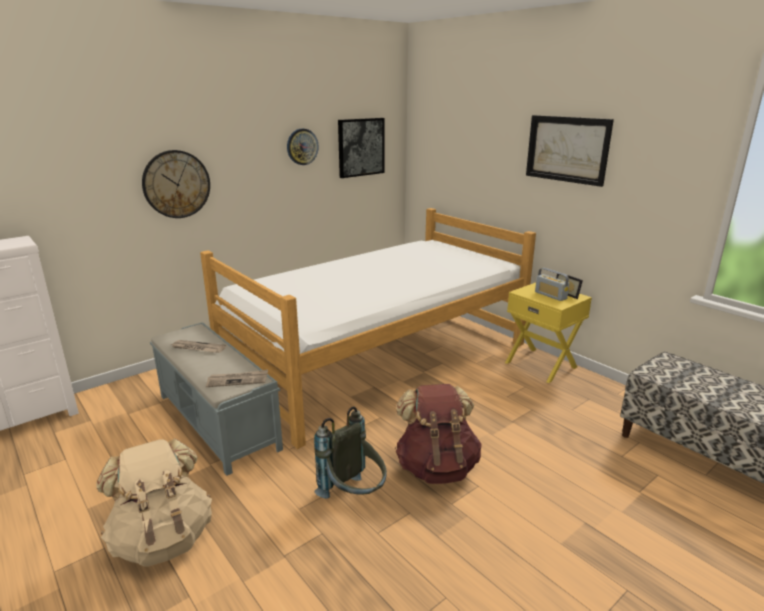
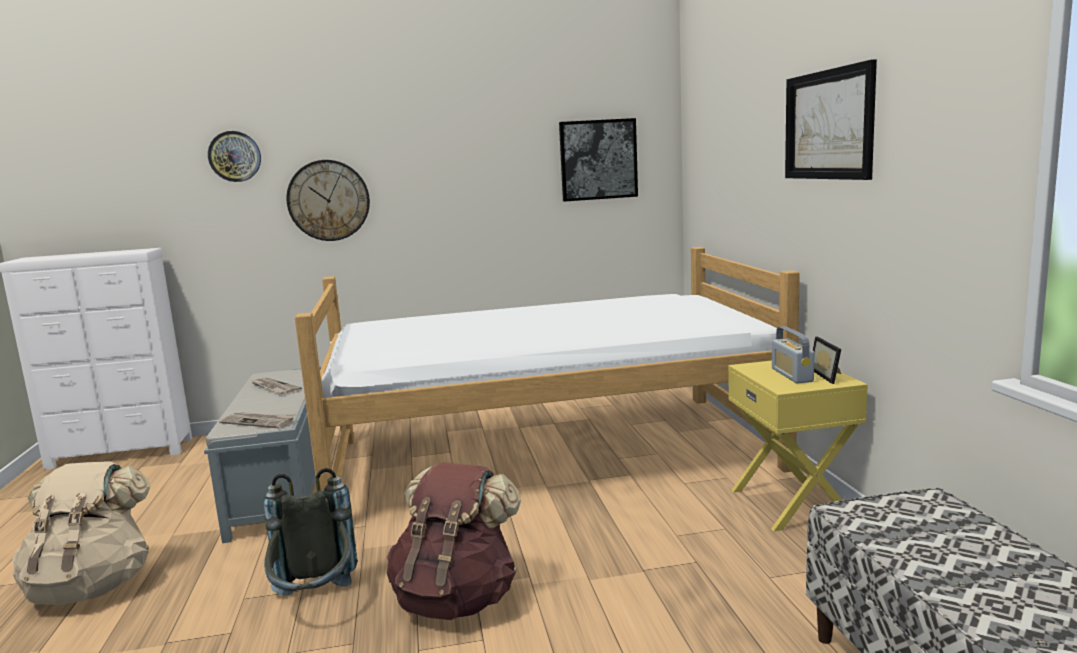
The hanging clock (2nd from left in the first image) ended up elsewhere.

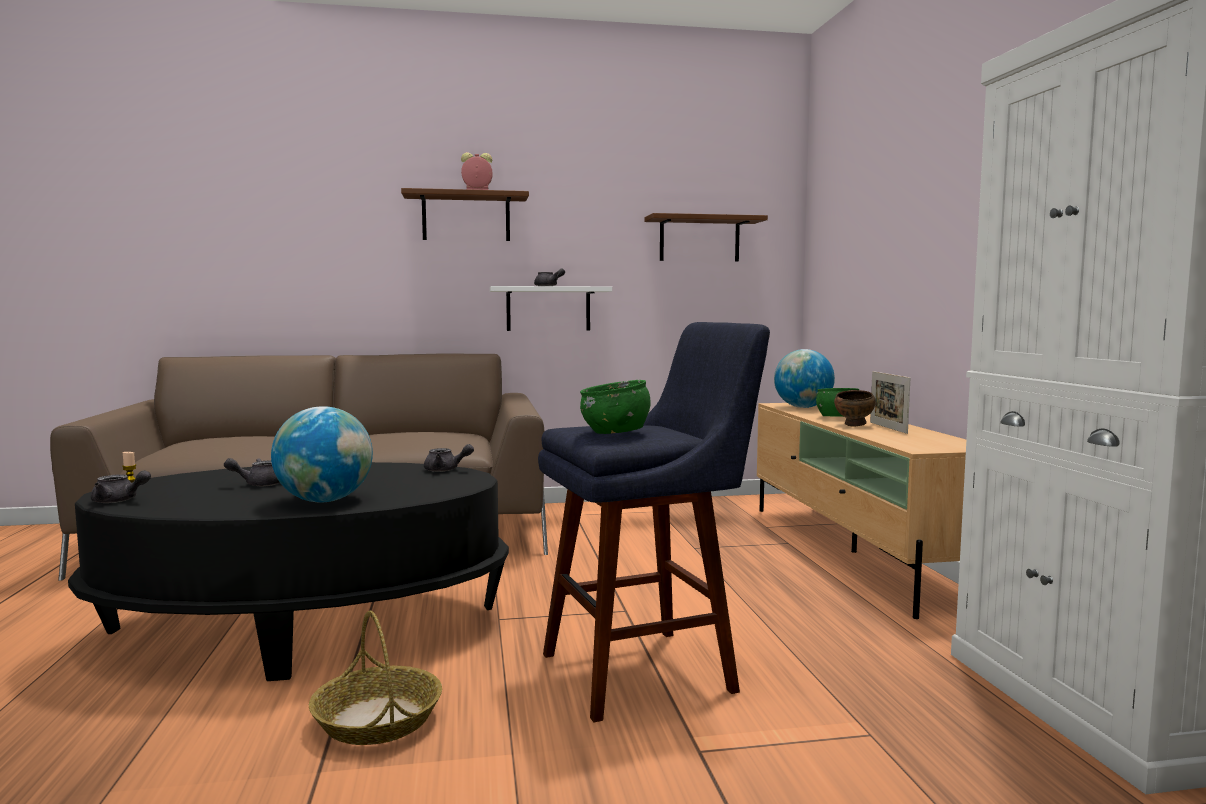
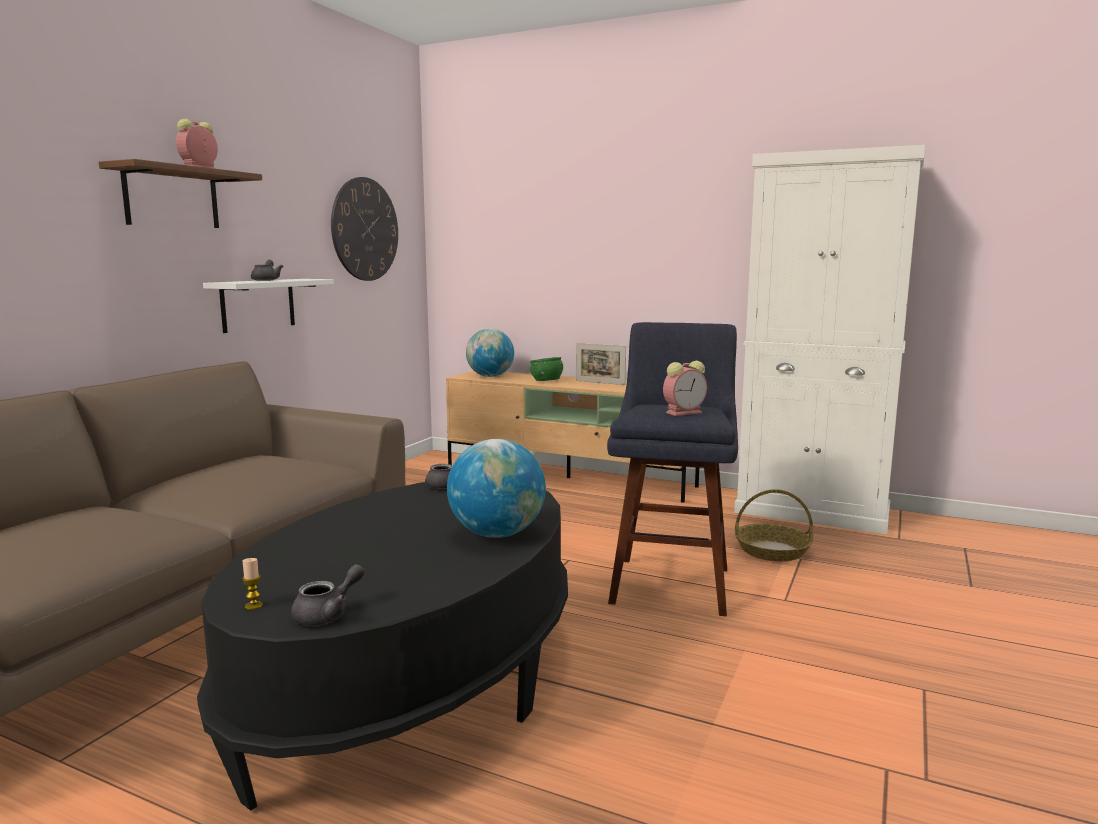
The second view lost the pot for tea in gray (2nd from left). The basket ended up elsewhere. Where the deep dish in green-coloured (1st from left) stood, the alarm clock (2nd from left) came to stand. Where the bracket shelf in brown-coloured (2nd from left) hung, the hanging clock came to hang. The second view lost the deep dish in brown-coloured.

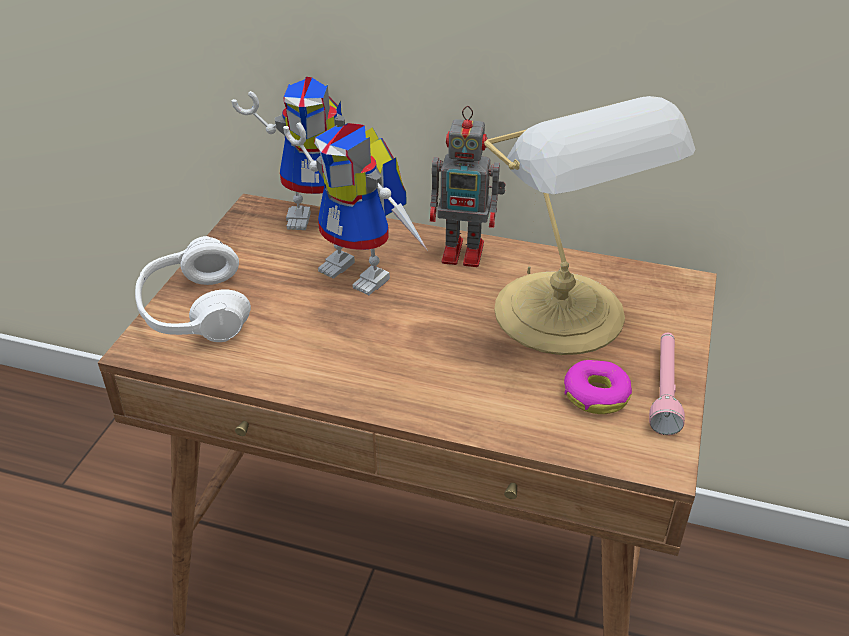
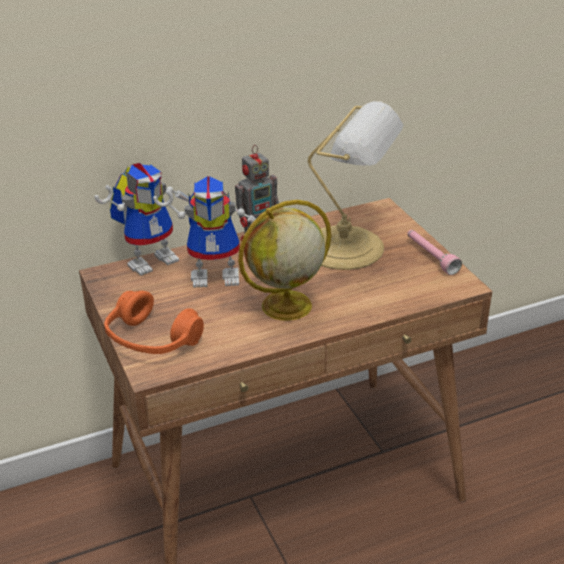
What was the headphones in white-coloured turned into the headphones in orange. The second view lost the donut. The second view gained the world globe.

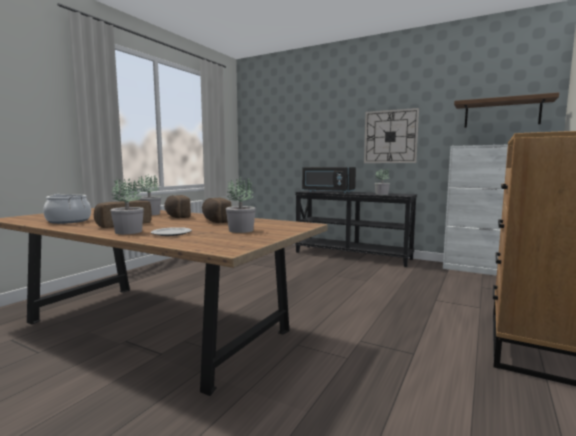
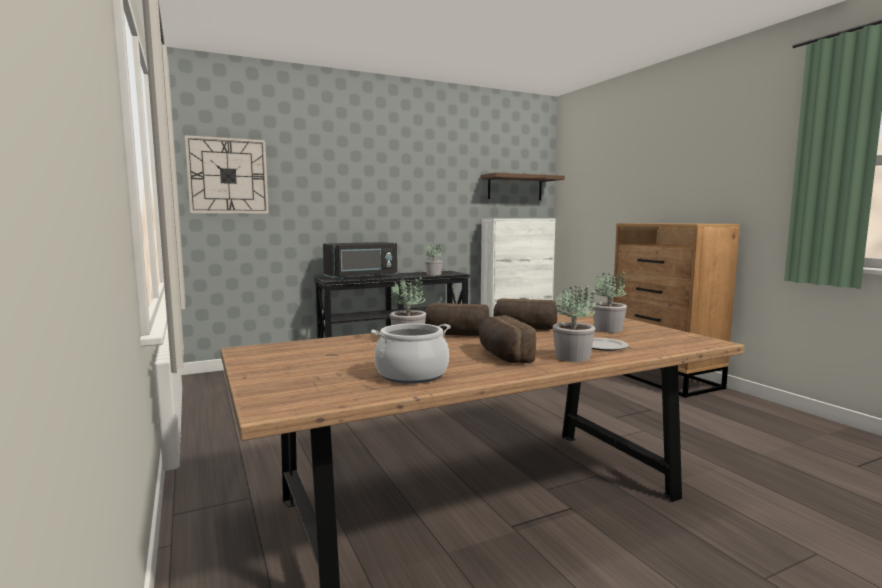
The hanging clock ended up elsewhere.

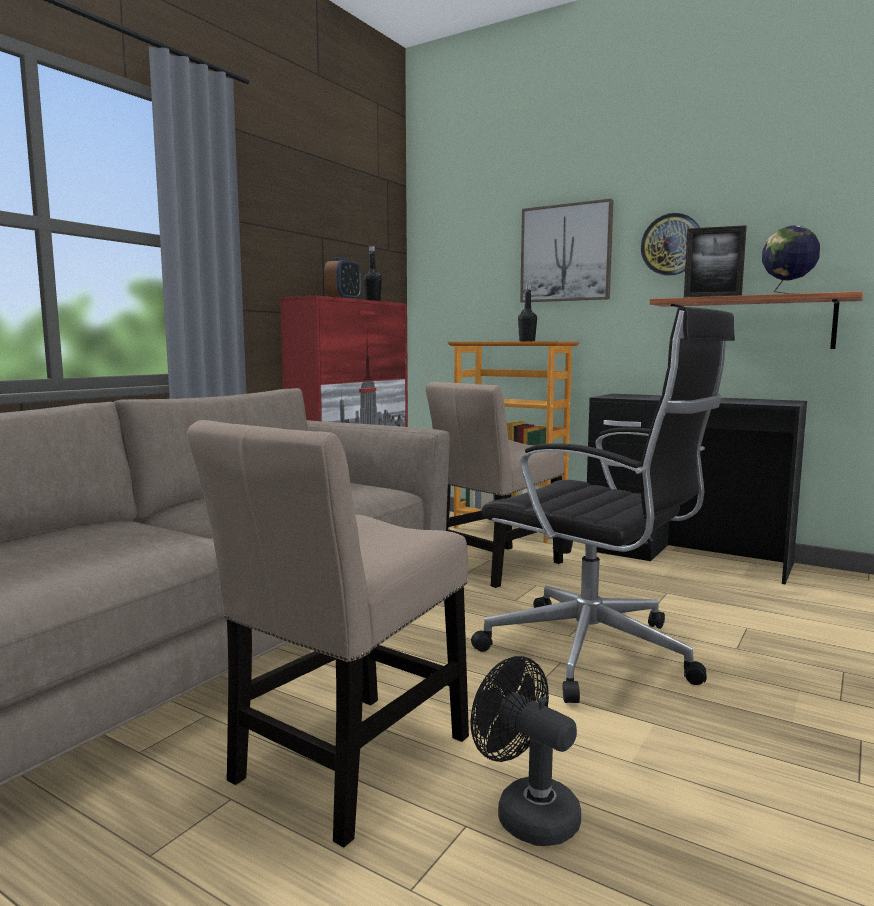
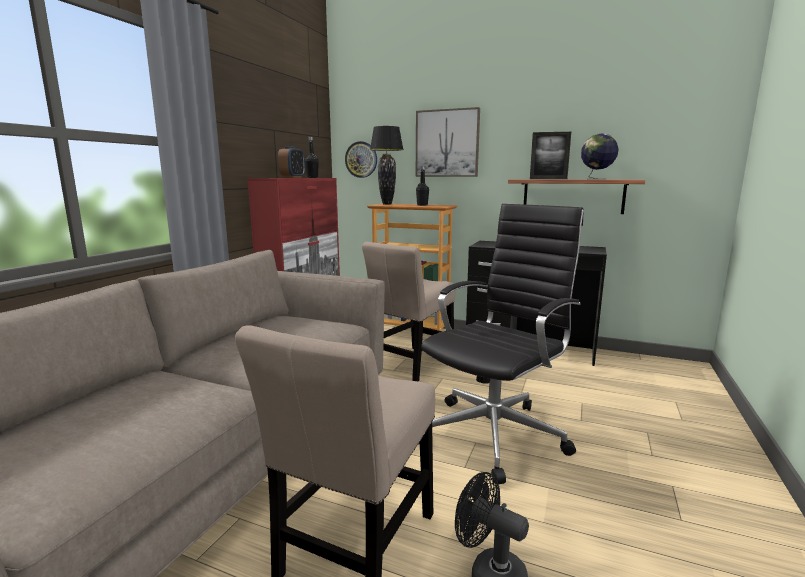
The office chair in black ended up facing another way, 75 degrees counterclockwise from before. The hanging clock ended up elsewhere. The second view gained the table lamp in black.

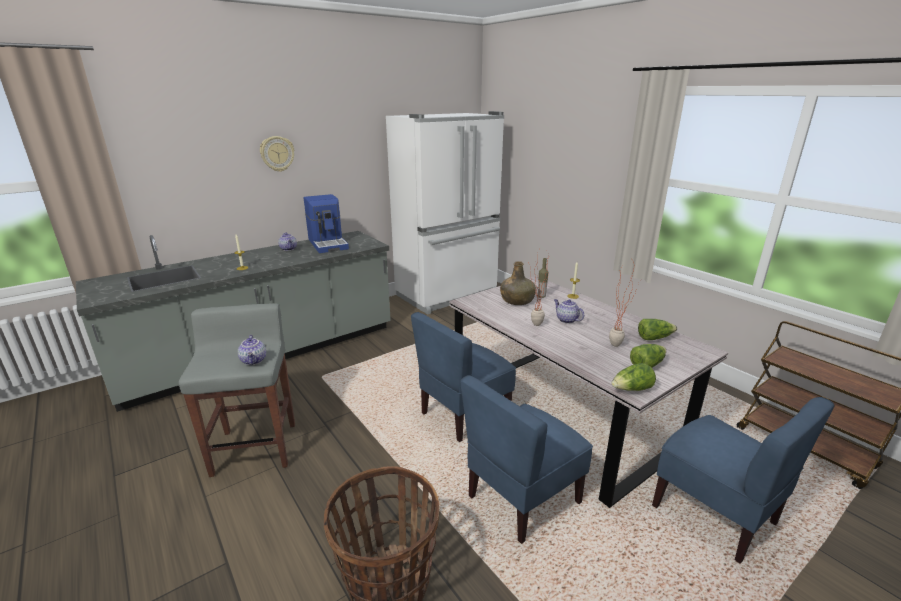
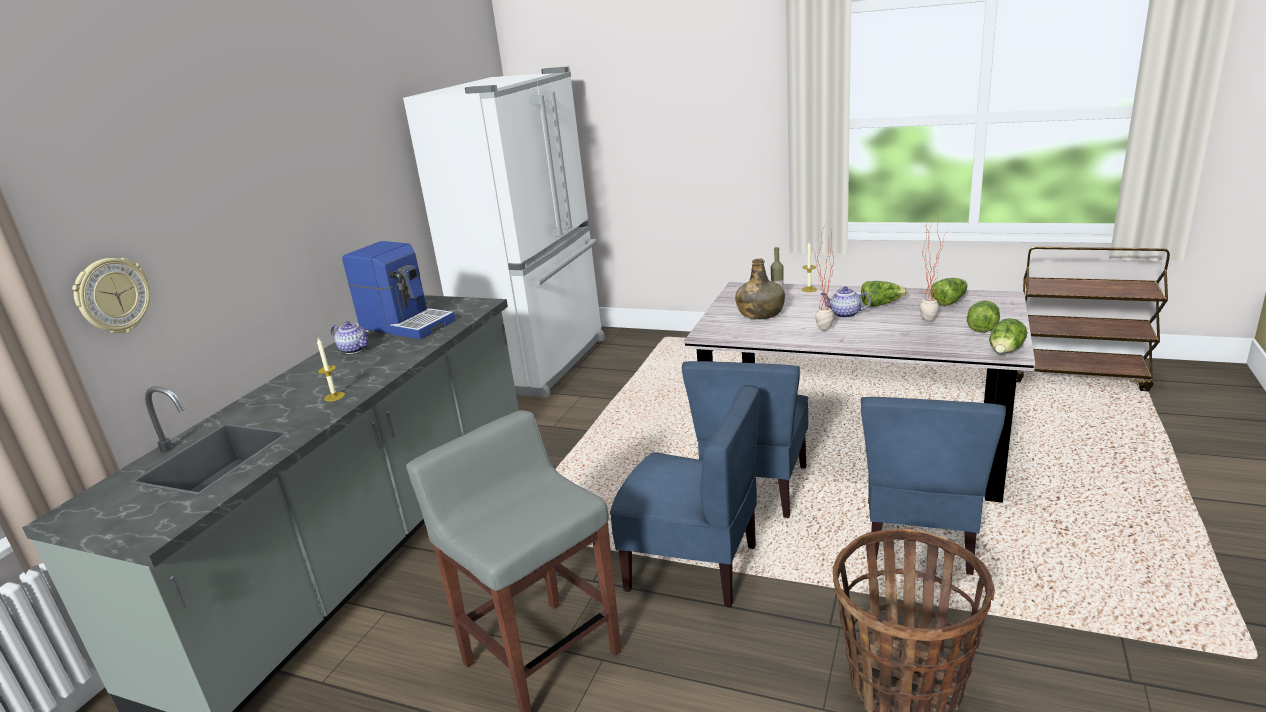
The second view lost the pot for tea (1st from left). The hanging clock ended up elsewhere. The upright chair in blue-coloured (3rd from left in the first image) ended up elsewhere. The second view gained the lettuce (1st from left).

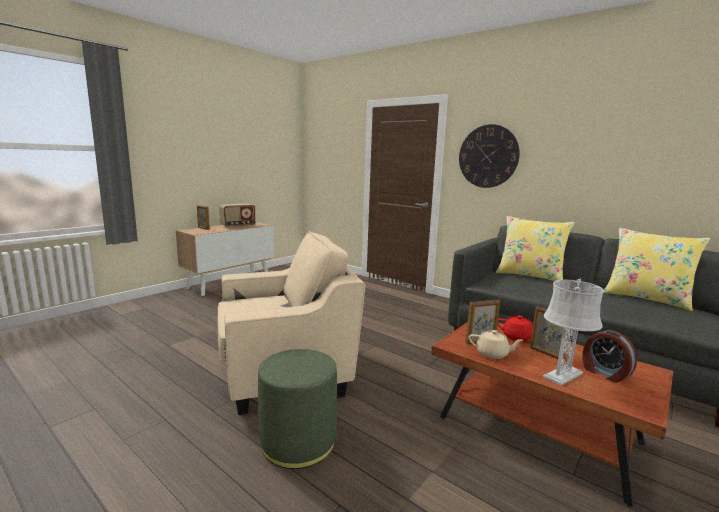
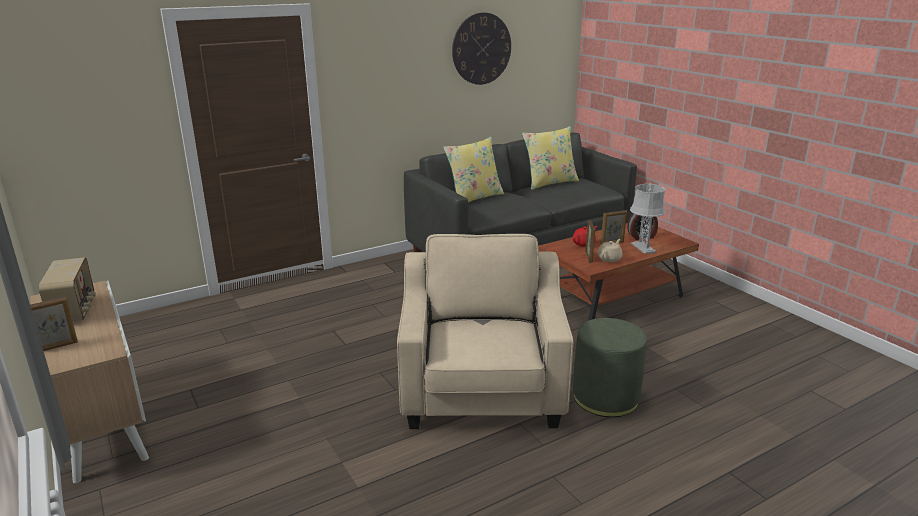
The hanging clock ended up elsewhere.

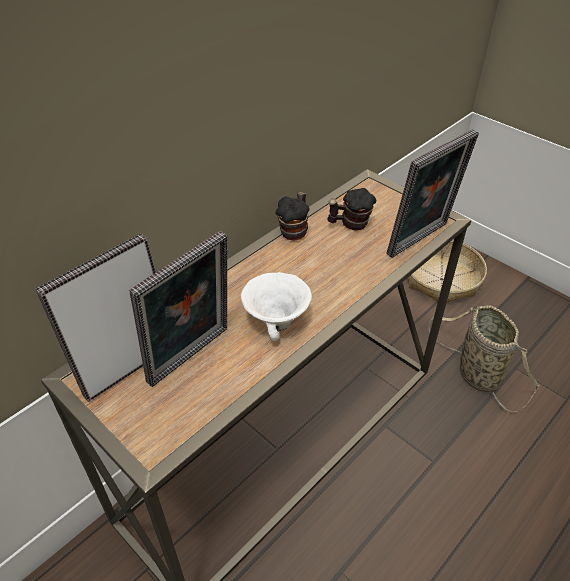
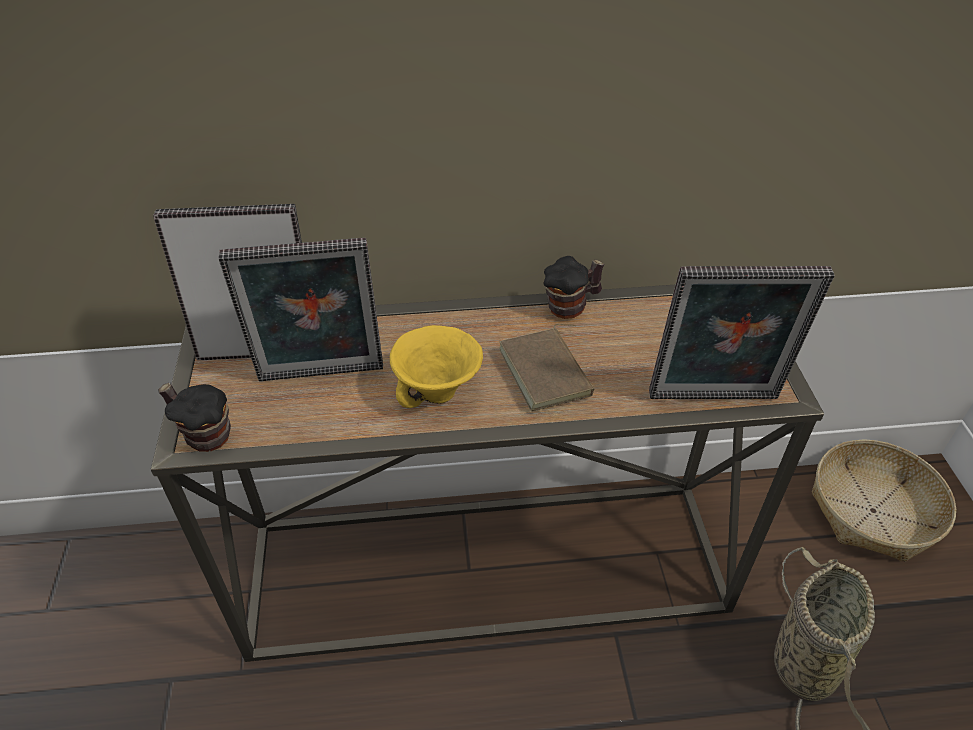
What was the deep dish in white-coloured turned into the deep dish in yellow-coloured. The mug (2nd from left in the first image) ended up elsewhere. The second view gained the volume in brown-coloured.

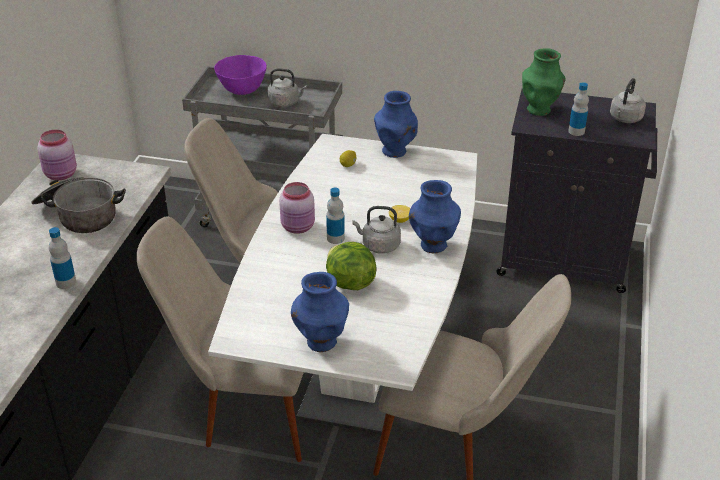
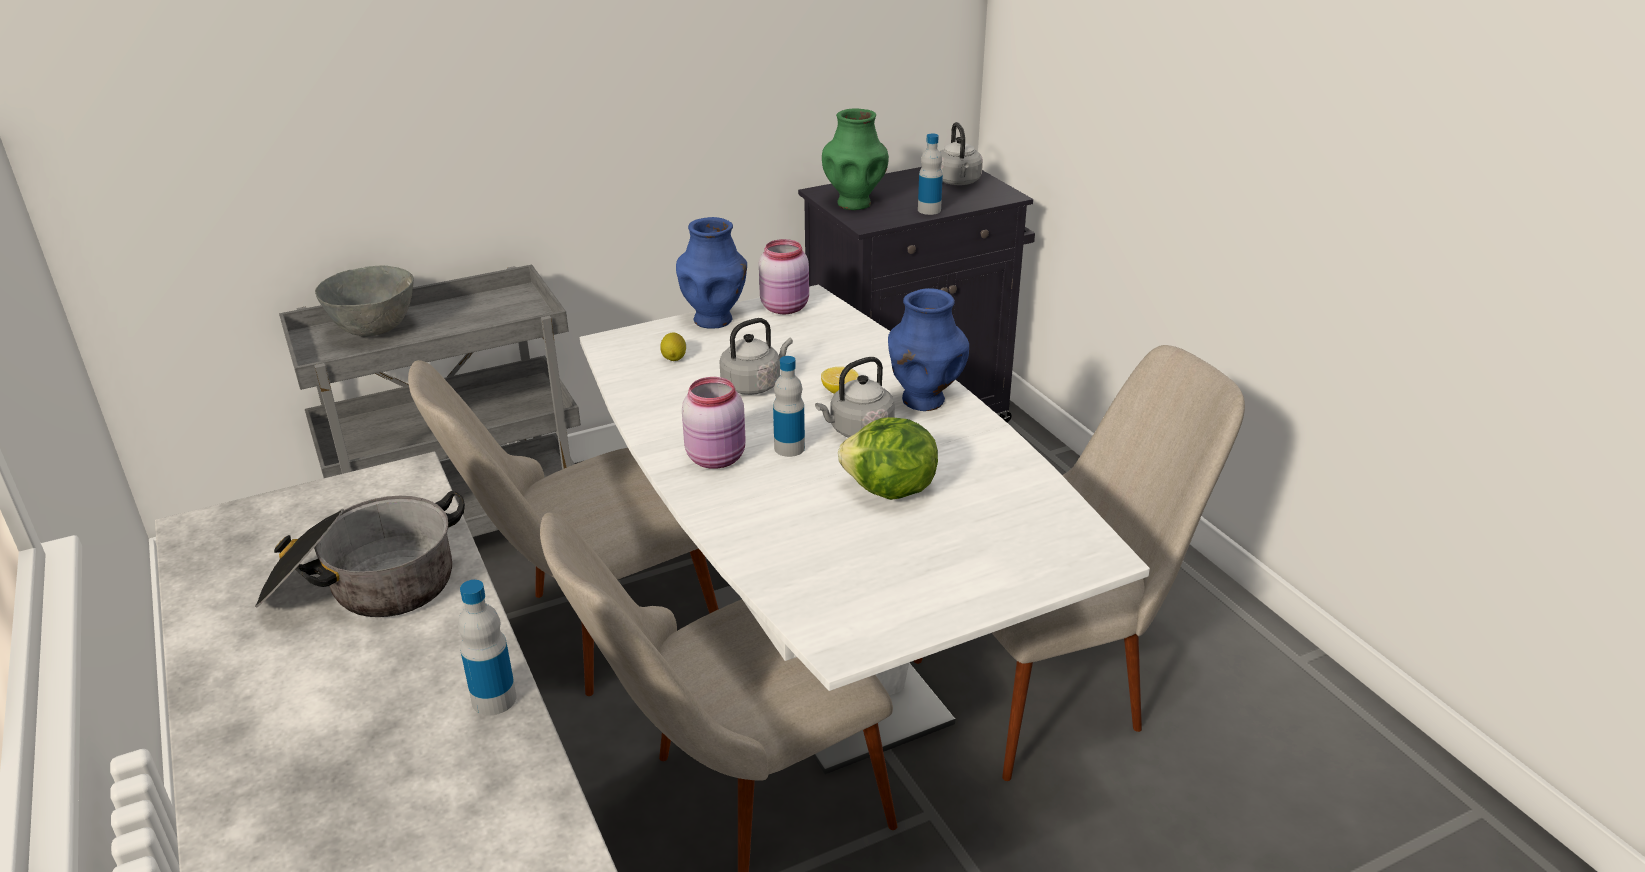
The storage jar in pink (1st from left in the first image) ended up elsewhere. What was the deep dish in purple turned into the deep dish in gray. The water kettle in gray (1st from left) ended up elsewhere. The second view lost the vase in blue-coloured (1st from left).

